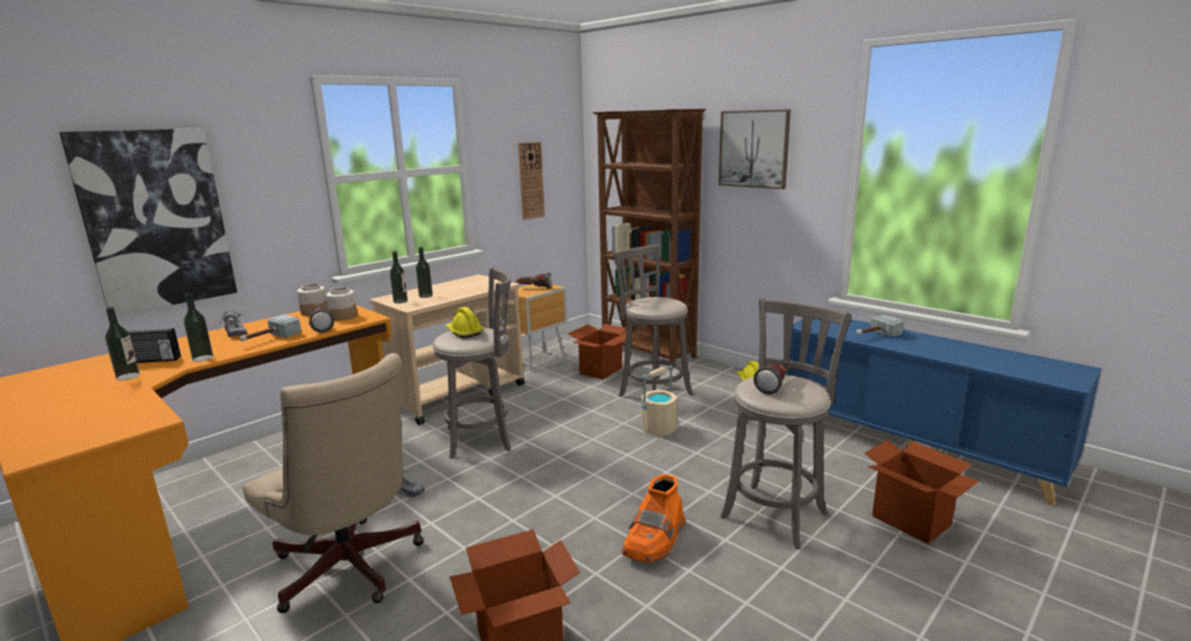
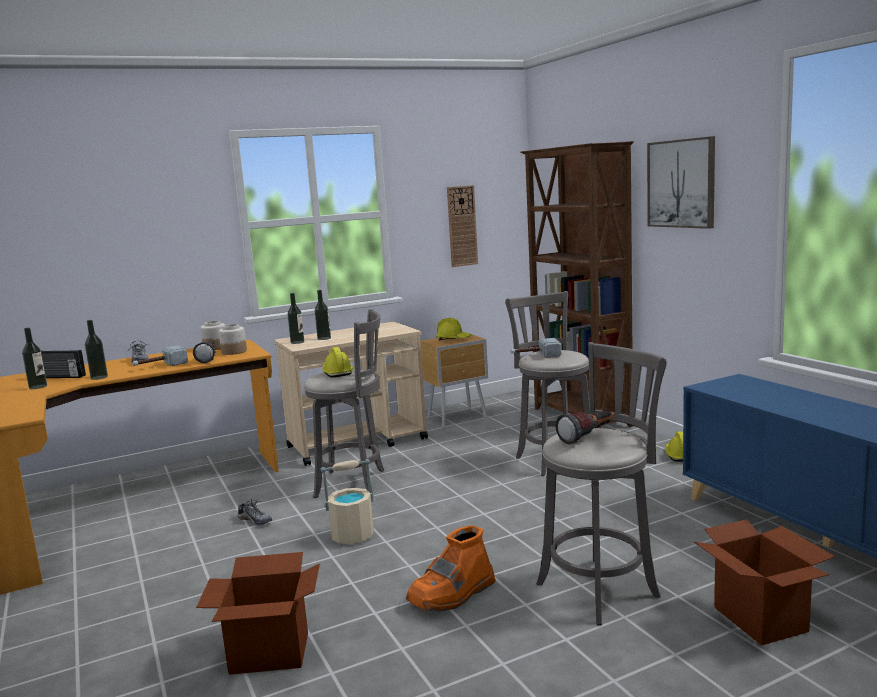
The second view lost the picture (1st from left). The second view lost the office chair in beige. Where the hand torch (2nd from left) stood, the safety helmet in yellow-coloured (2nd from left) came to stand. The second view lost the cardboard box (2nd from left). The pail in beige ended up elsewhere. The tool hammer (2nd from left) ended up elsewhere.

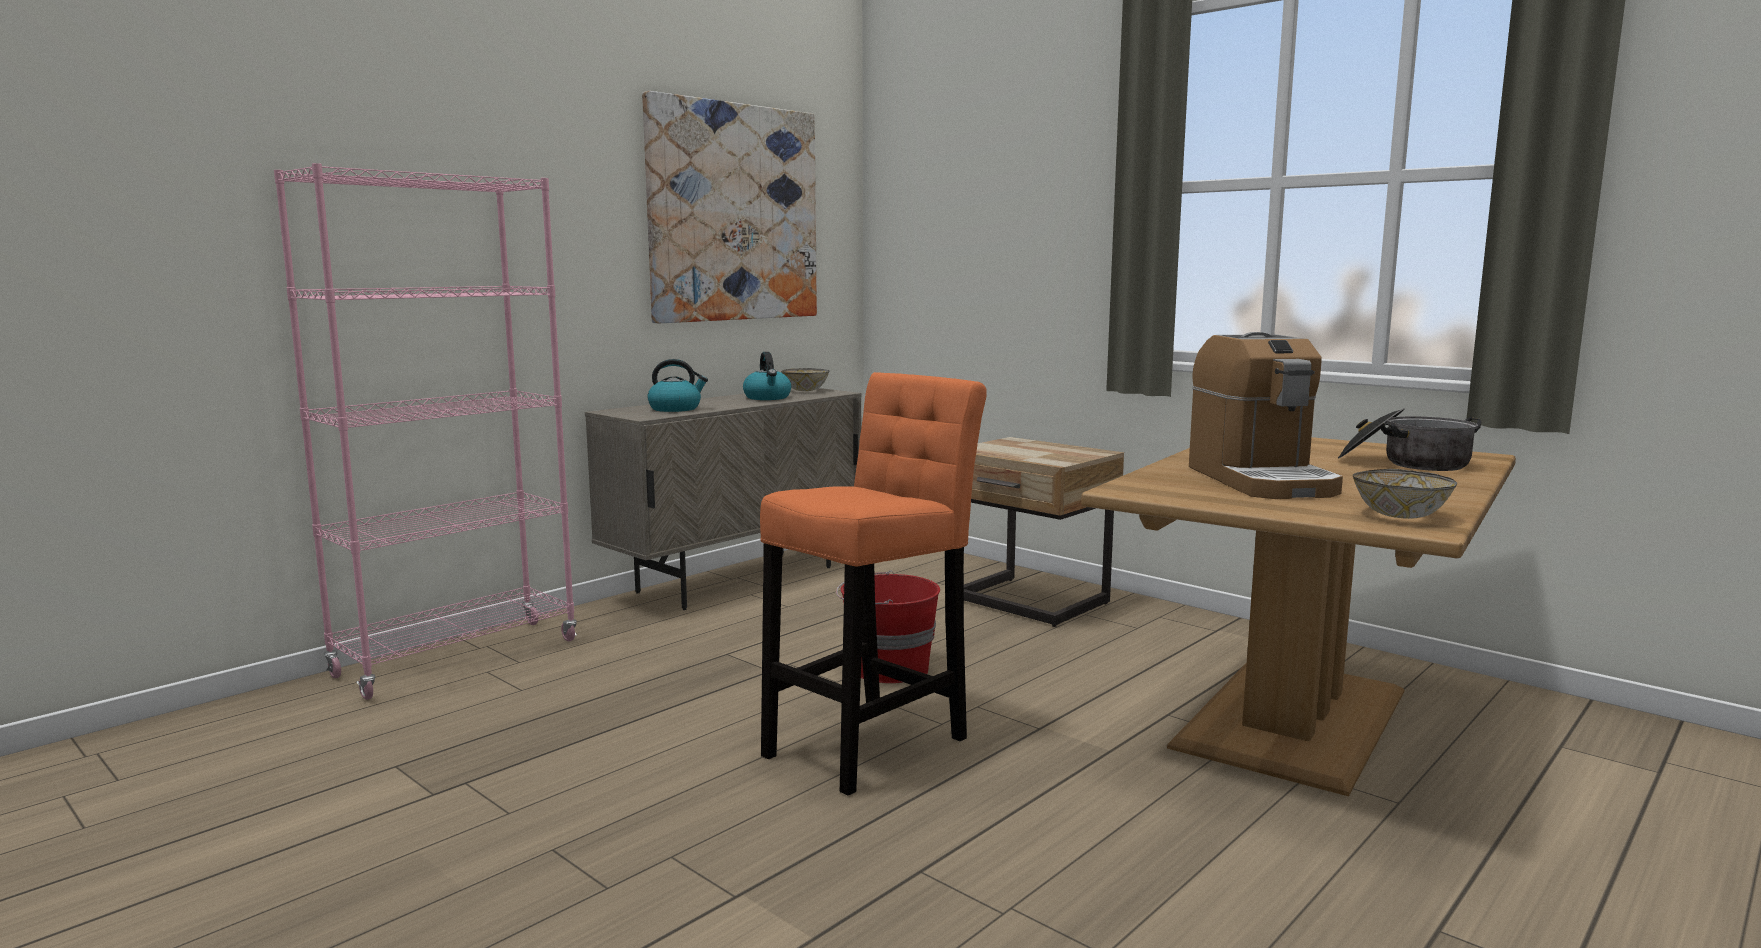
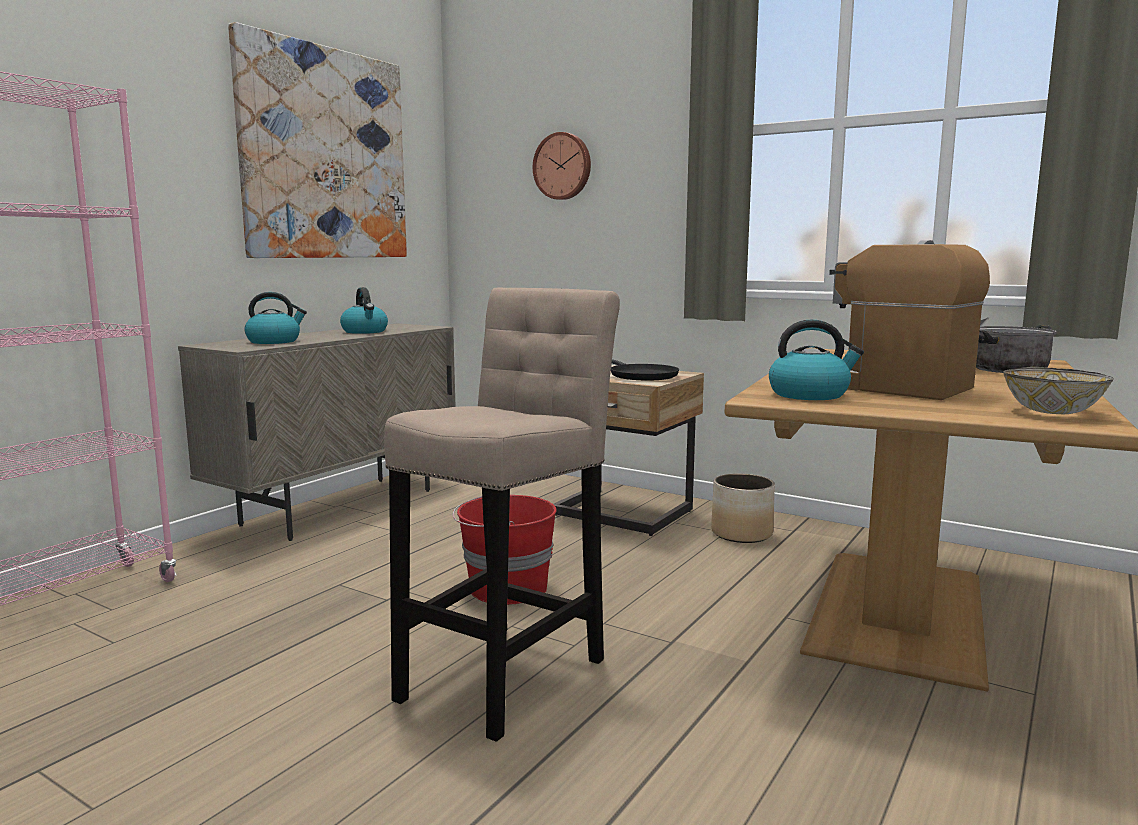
What was the stool in orange turned into the stool in beige. The second view lost the deep dish (1st from left). The coffee machine ended up facing another way, 150 degrees clockwise from before. The second view gained the hanging clock. The second view gained the skillet in black. The second view gained the planter. The second view gained the water kettle (3rd from left).

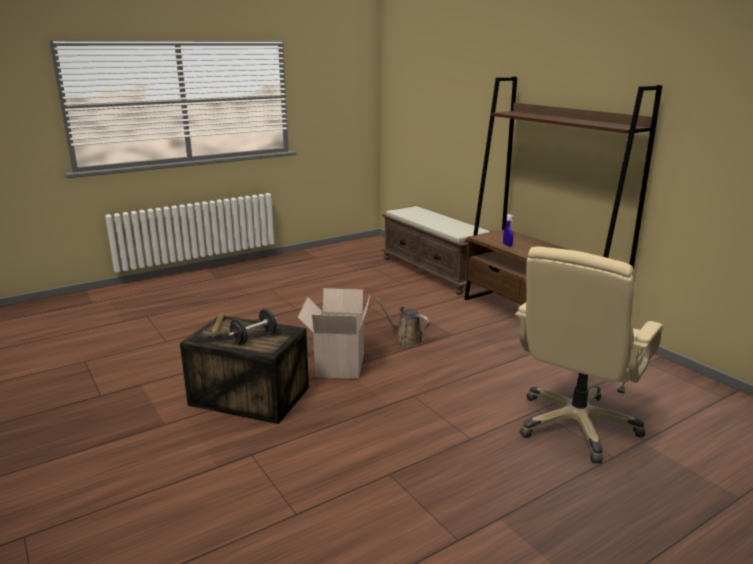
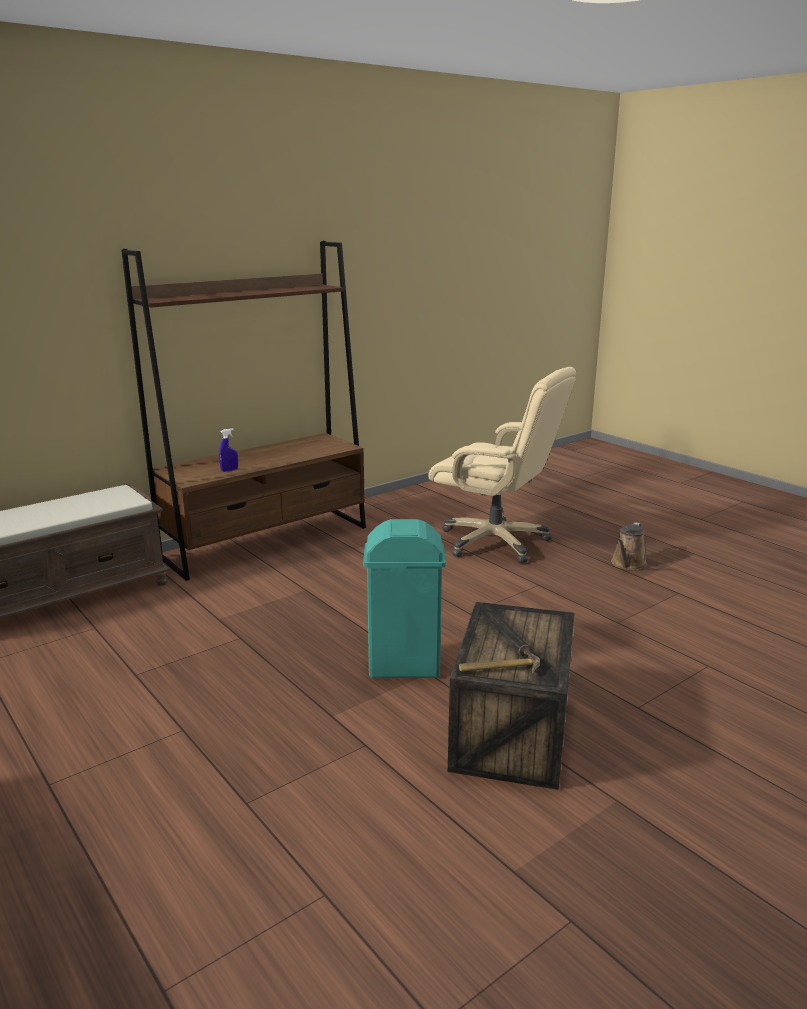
The second view lost the hand weight in black. Where the cardboard box stood, the waste bin in turquoise came to stand. The watering pot in brown-coloured ended up elsewhere.

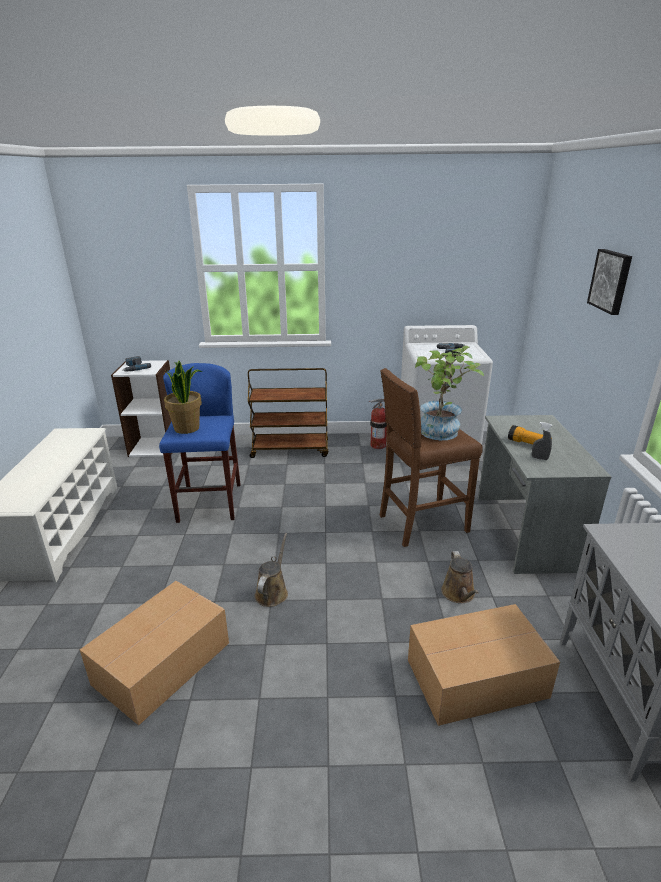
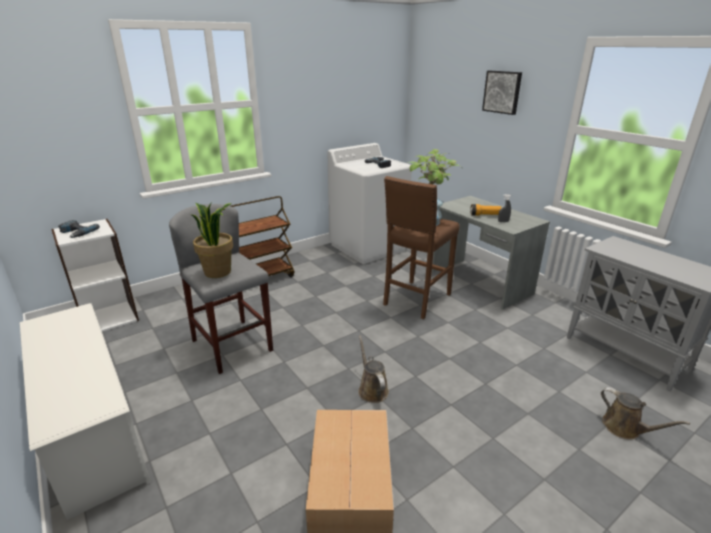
What was the stool in blue-coloured turned into the stool in gray. The second view lost the fire-fighting cylinder. The second view lost the cardboard box (2nd from left). The watering pot in brown-coloured (2nd from left) ended up elsewhere.

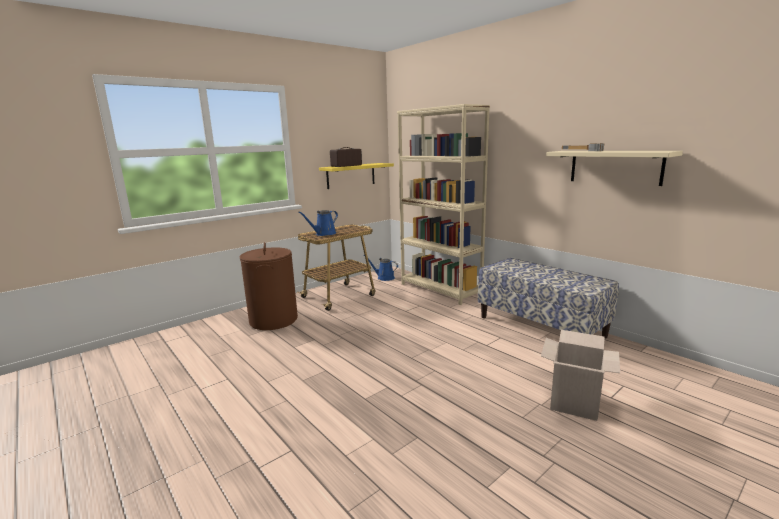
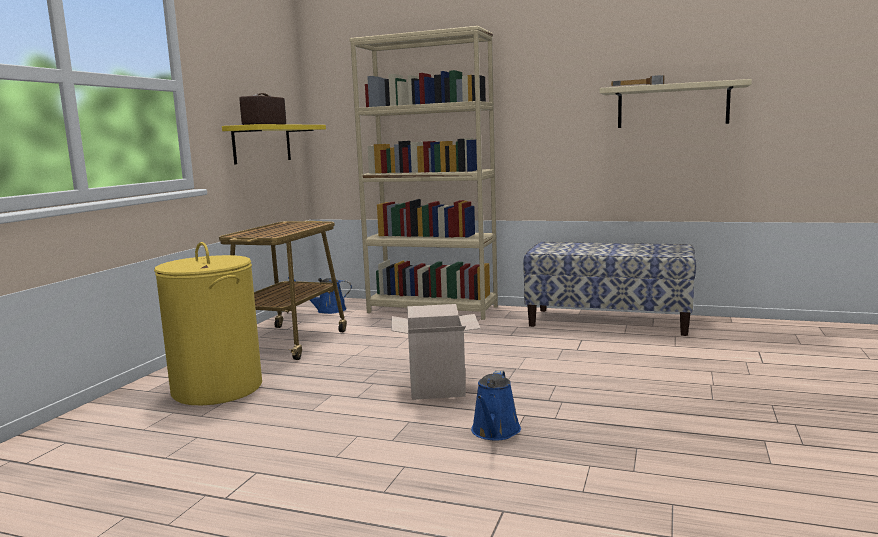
What was the hamper in brown-coloured turned into the hamper in yellow-coloured. The watering pot in blue-coloured (1st from left in the first image) ended up elsewhere. The cardboard box ended up elsewhere.

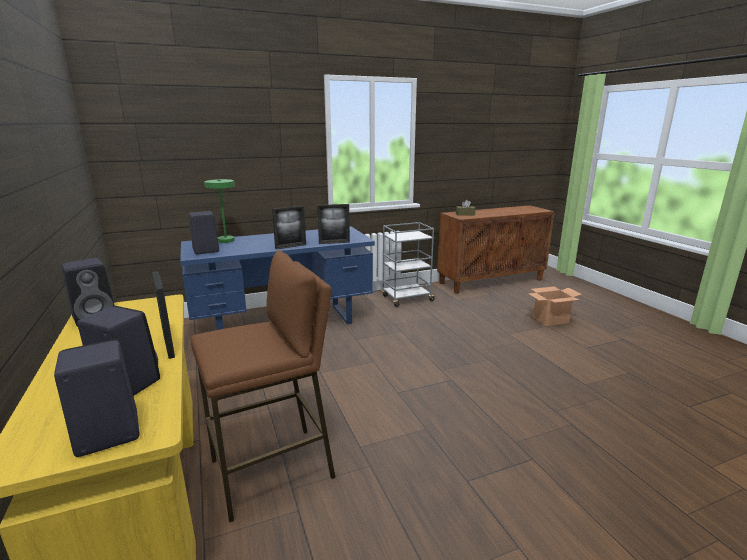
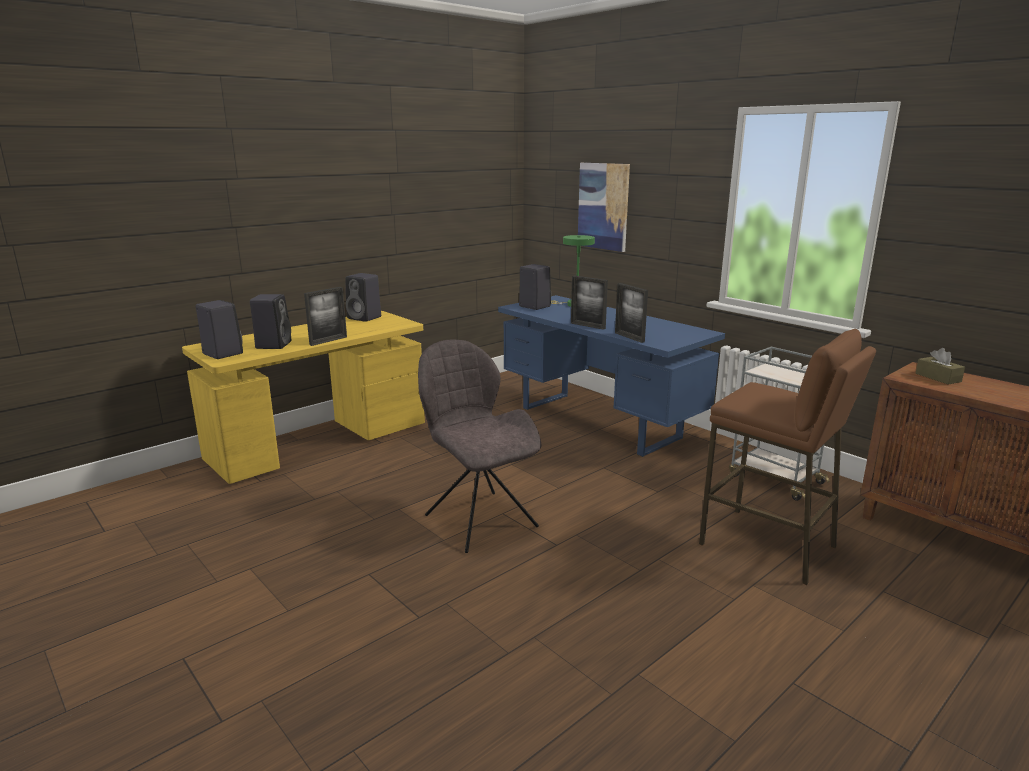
The stool in brown-coloured ended up elsewhere. The second view lost the cardboard box. The second view gained the upright chair in gray. The second view gained the picture.

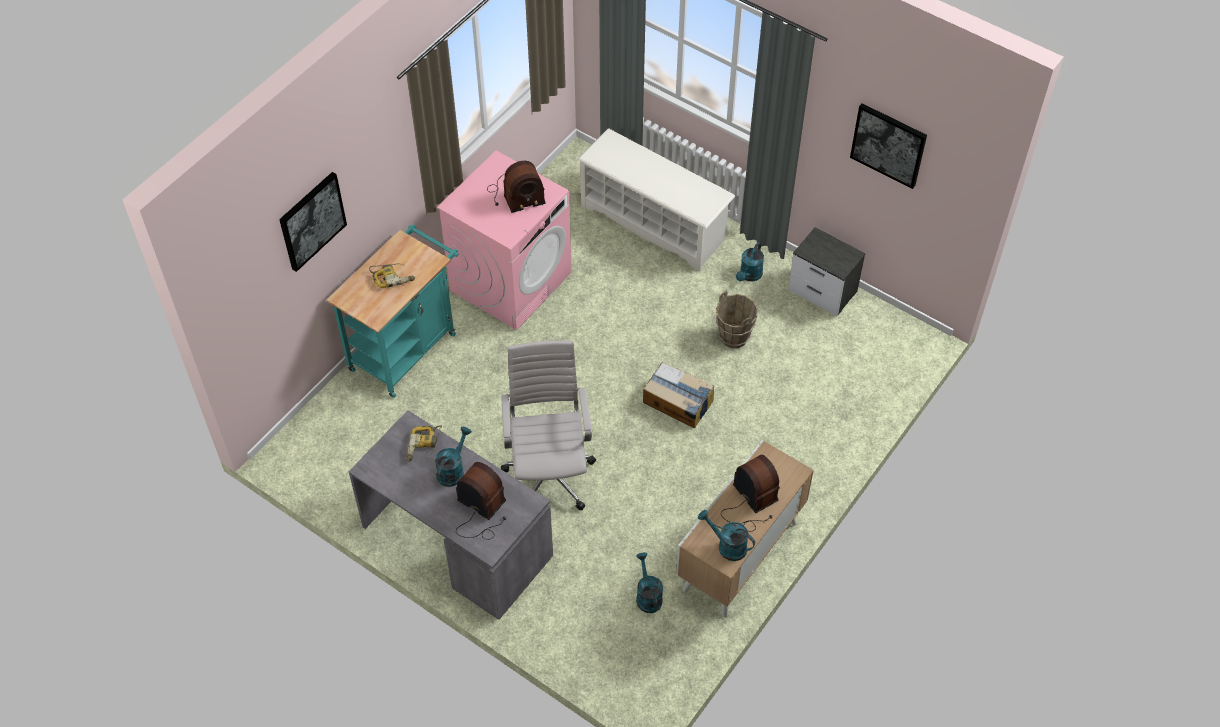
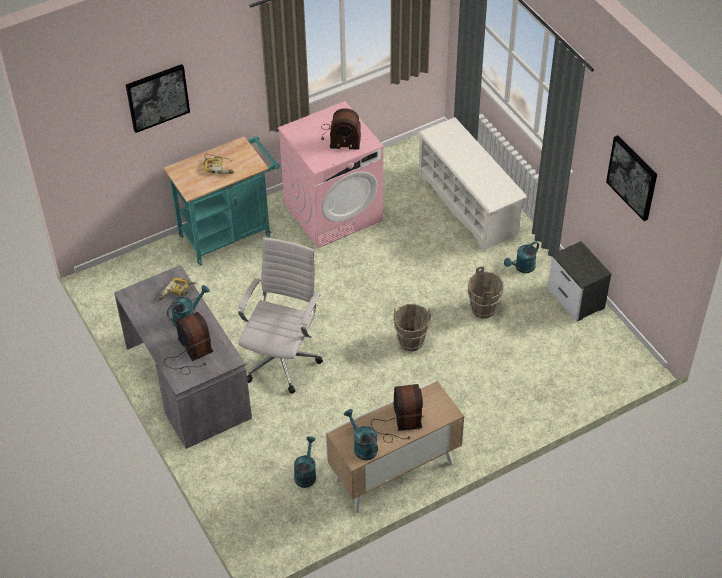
Where the cardboard box stood, the pail in brown-coloured (1st from left) came to stand.

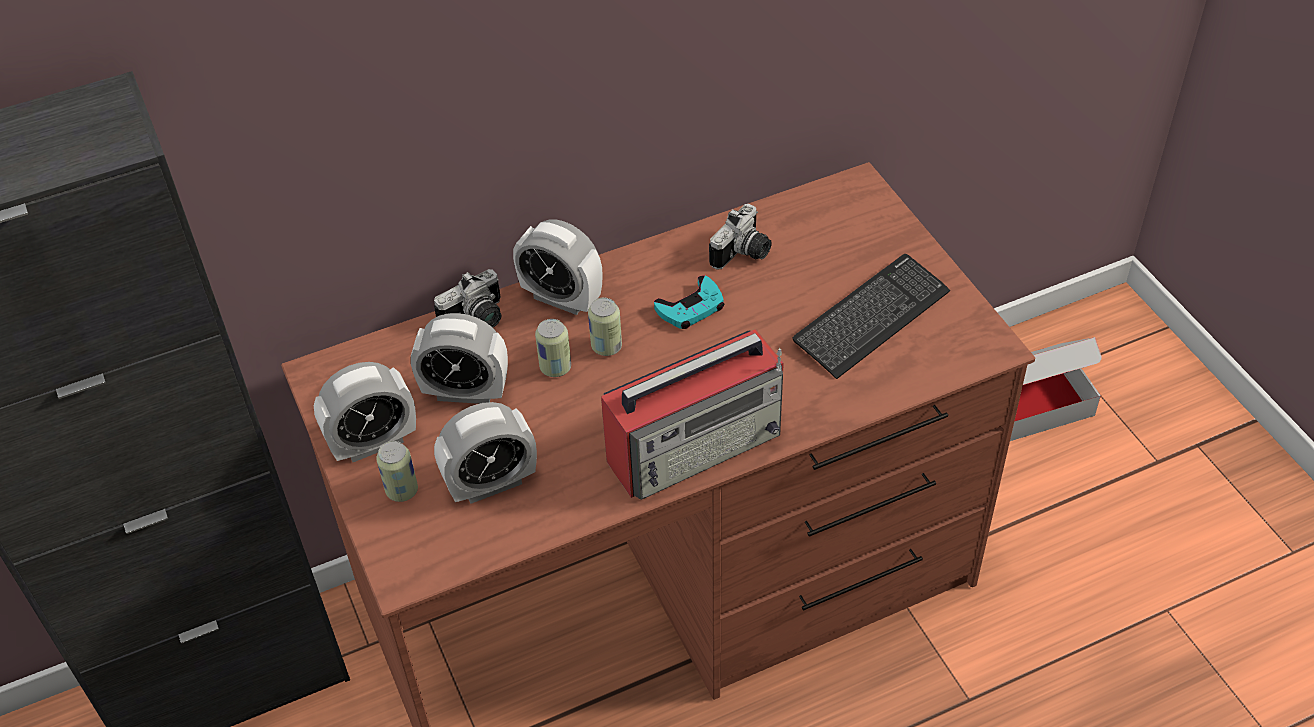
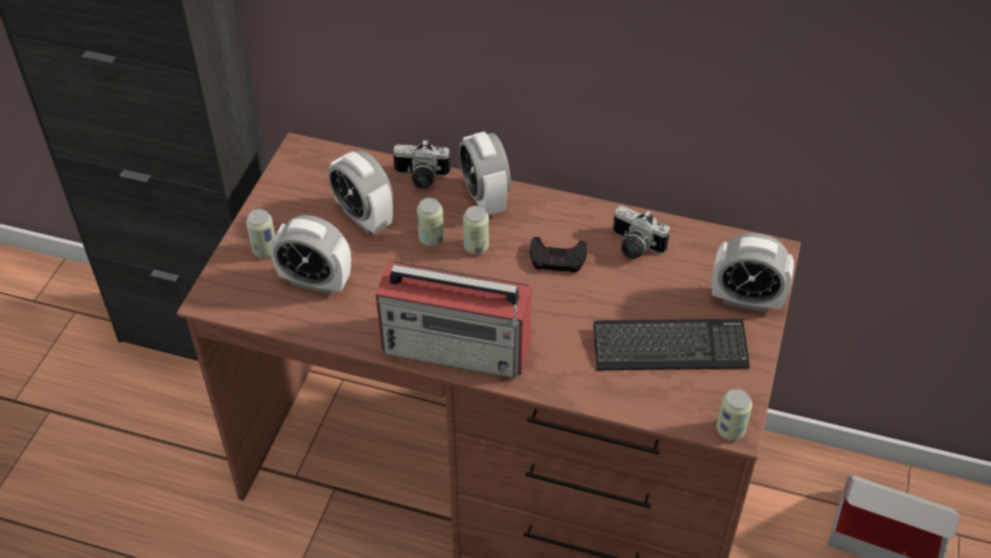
The alarm clock (1st from left in the first image) ended up elsewhere. What was the joypad in turquoise turned into the joypad in black. The photo camera (2nd from left) ended up facing another way, 45 degrees clockwise from before. The second view gained the metal can (4th from left).

